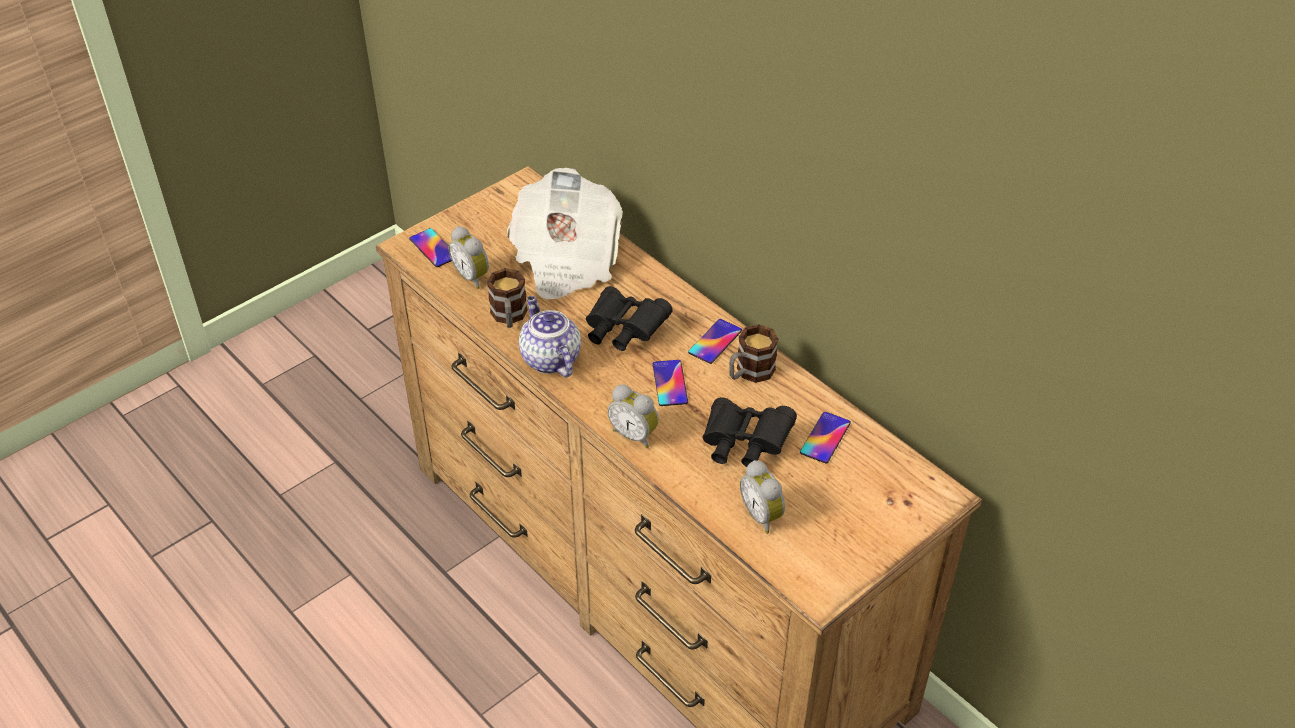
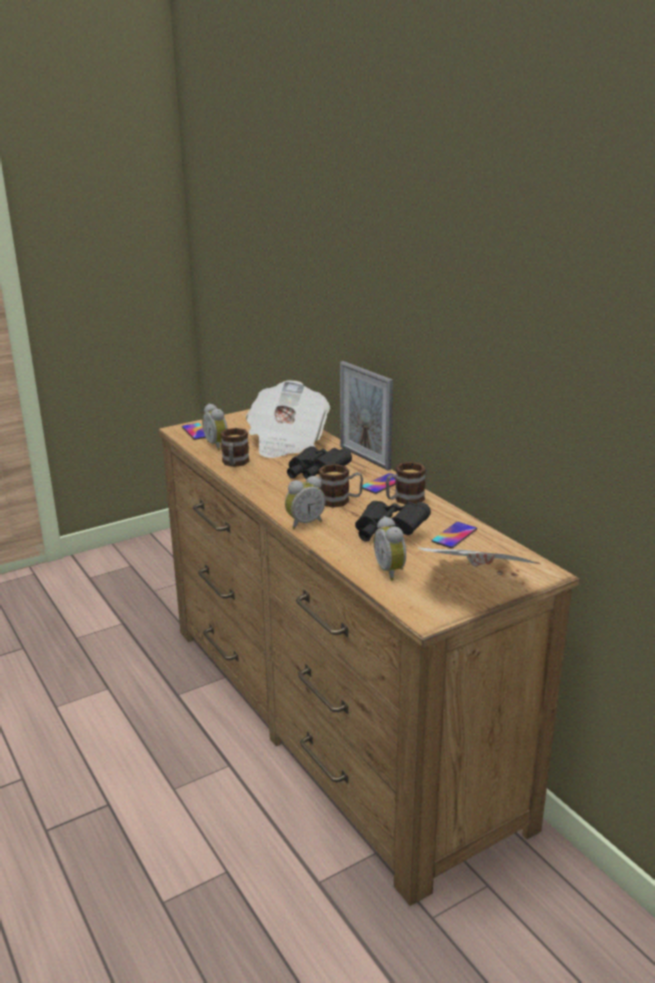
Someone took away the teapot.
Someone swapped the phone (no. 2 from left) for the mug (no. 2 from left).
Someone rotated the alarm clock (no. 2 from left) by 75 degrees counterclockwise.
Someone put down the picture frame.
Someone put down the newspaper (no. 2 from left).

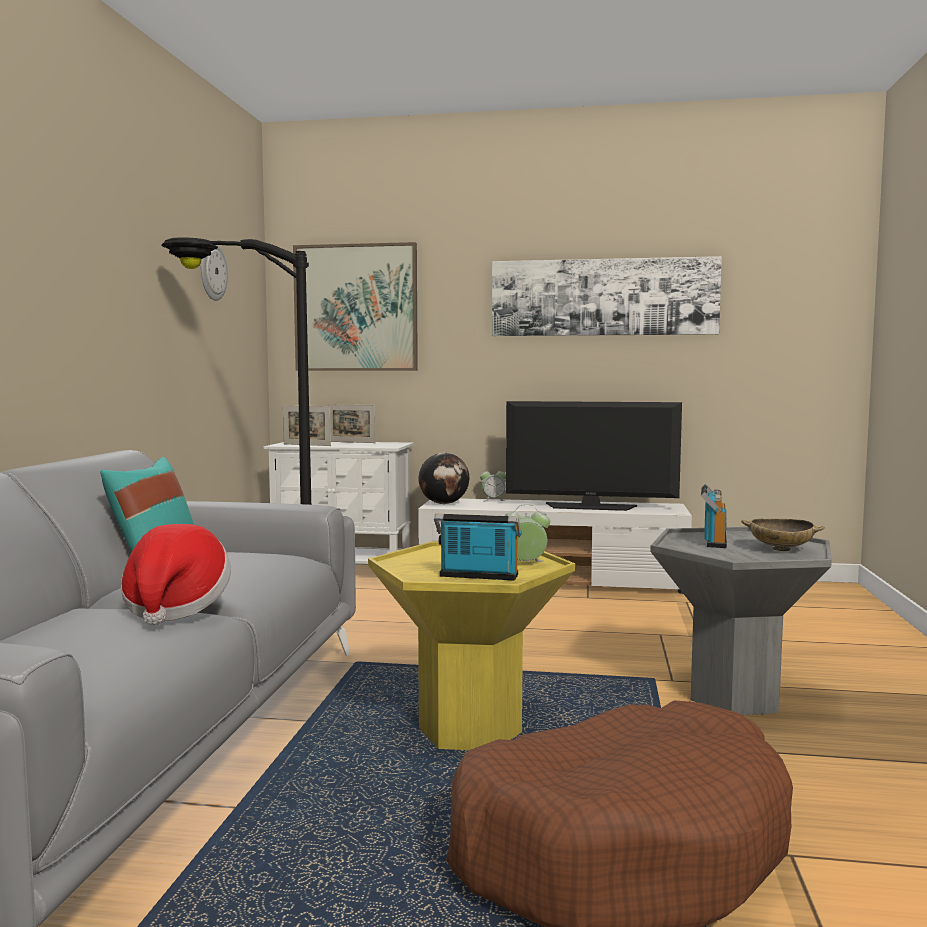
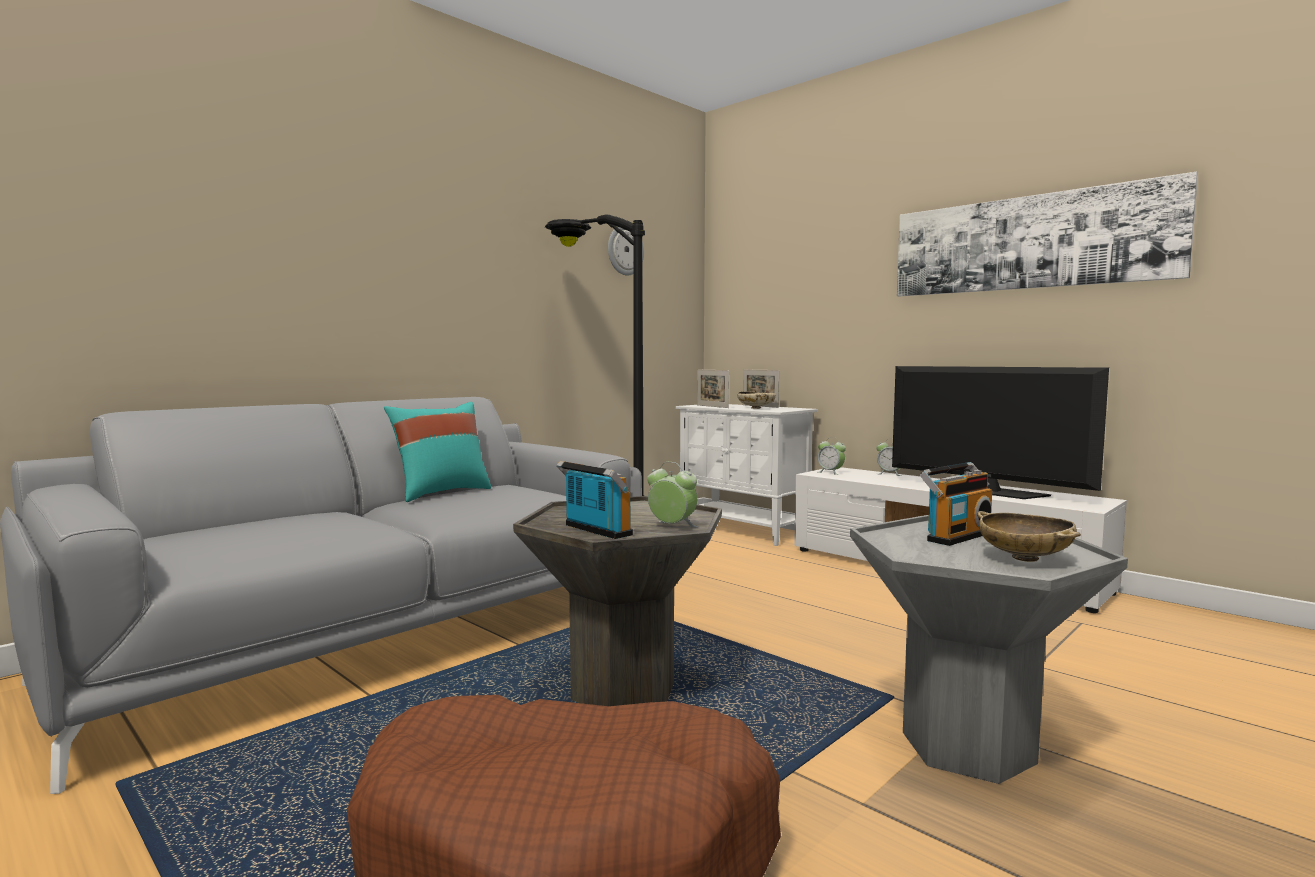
Someone took away the picture (no. 1 from left).
Someone swapped the globe for the alarm clock (no. 2 from left).
Someone took away the hat.
Someone repainted the yellow side table, which became the grey side table (no. 1 from left).
Someone put down the beige bowl (no. 1 from left).

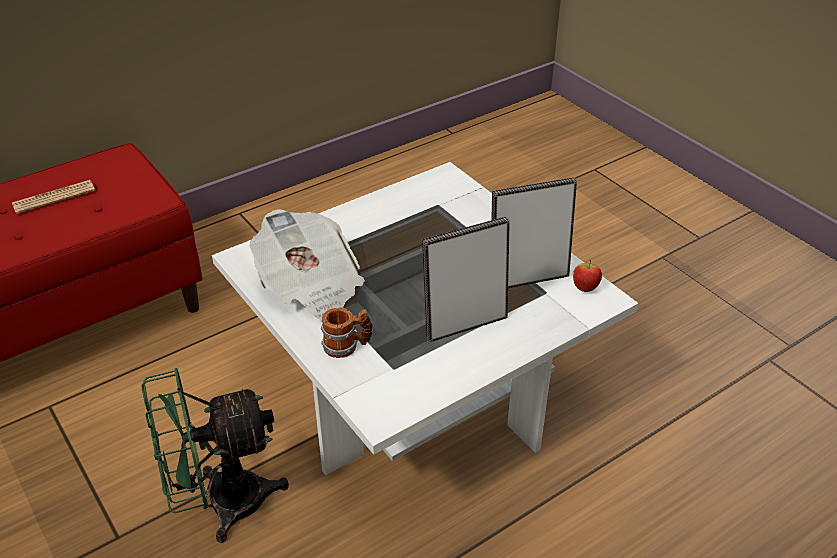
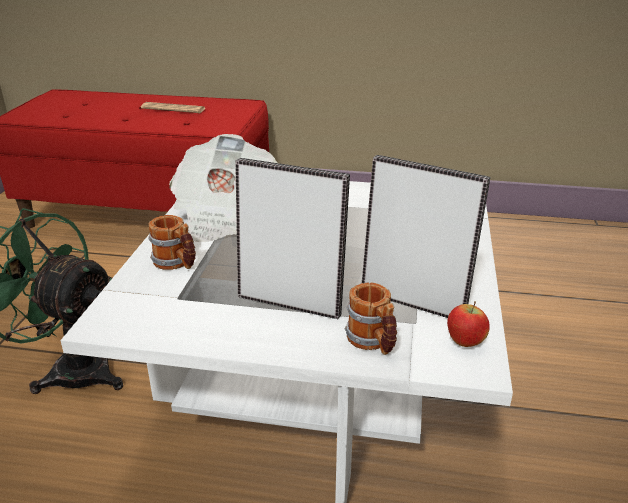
Someone put down the mug (no. 2 from left).

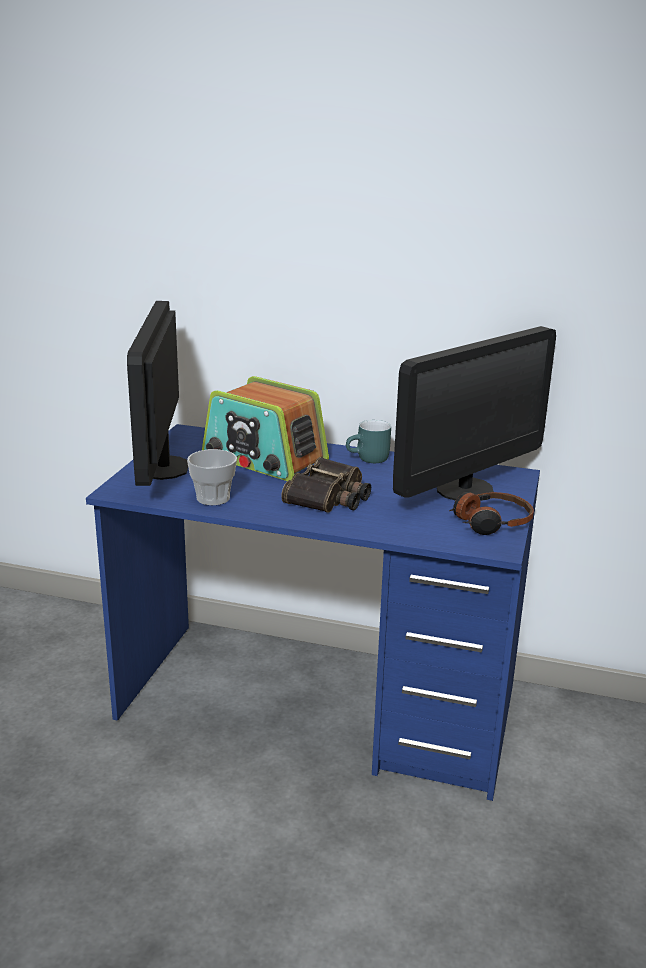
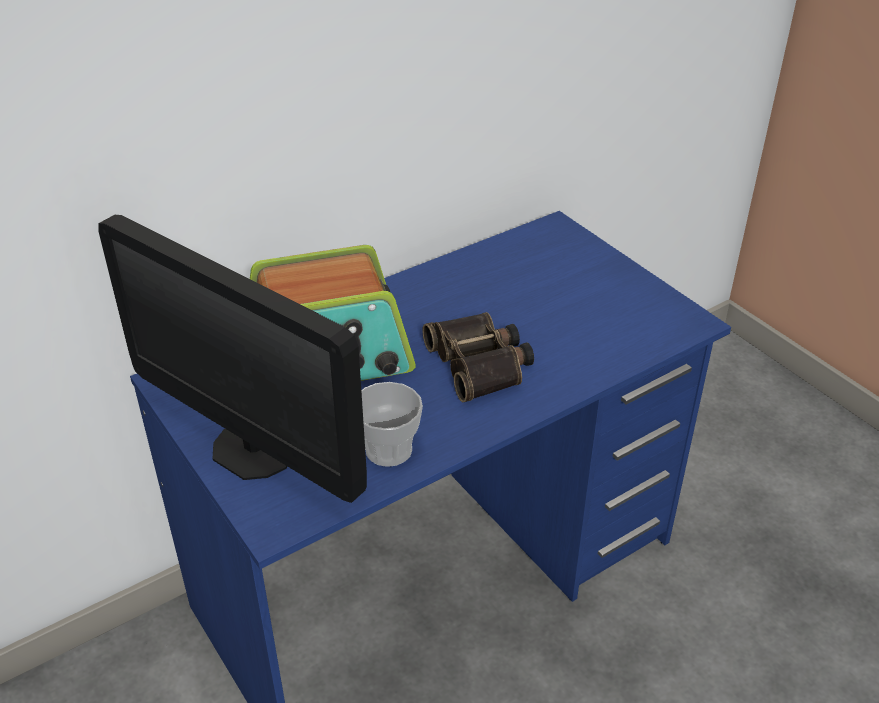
Someone took away the monitor (no. 2 from left).
Someone took away the turquoise mug.
Someone took away the headphones.

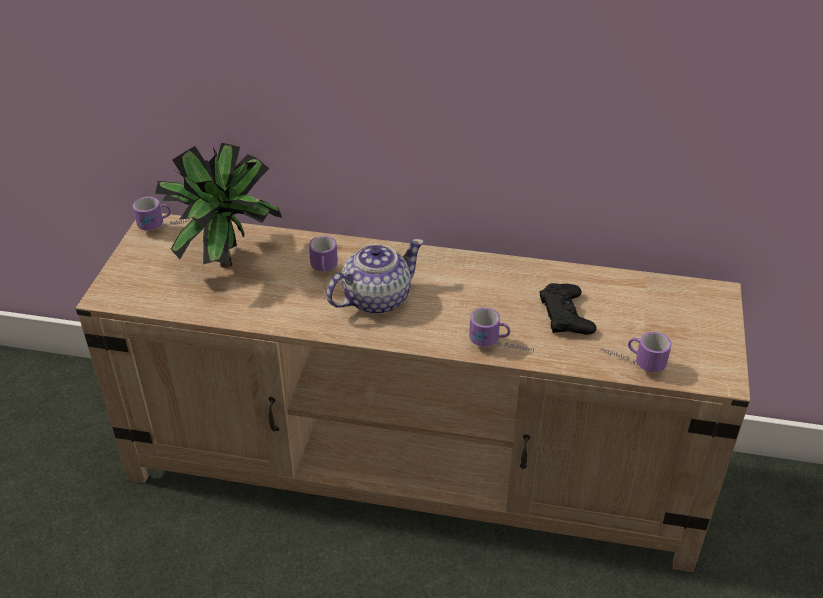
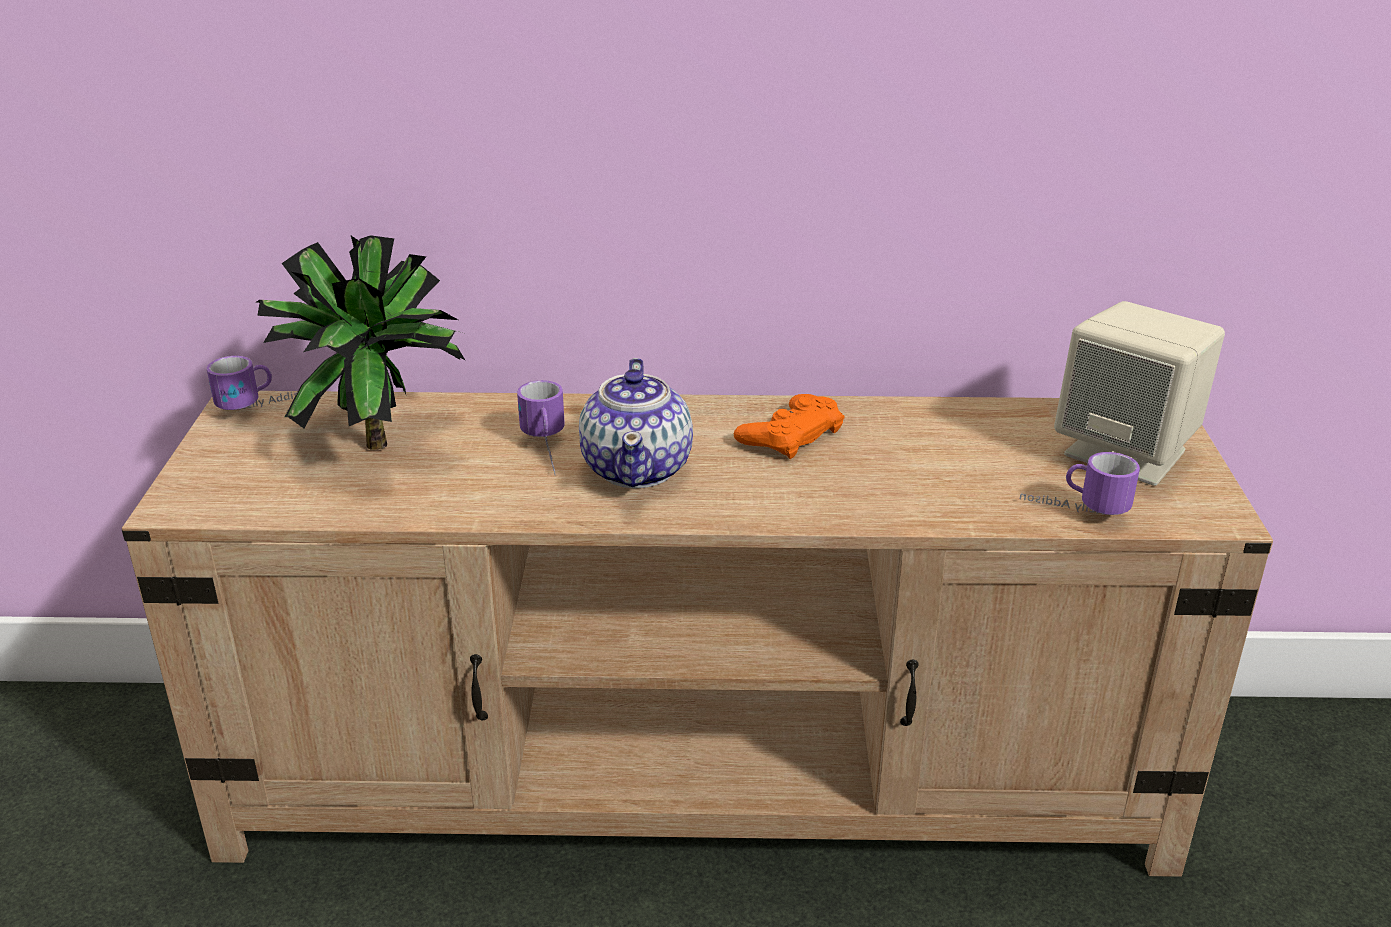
Someone rotated the teapot by 135 degrees clockwise.
Someone took away the black game controller.
Someone took away the mug (no. 3 from left).
Someone put down the beige speaker.
Someone put down the orange game controller.

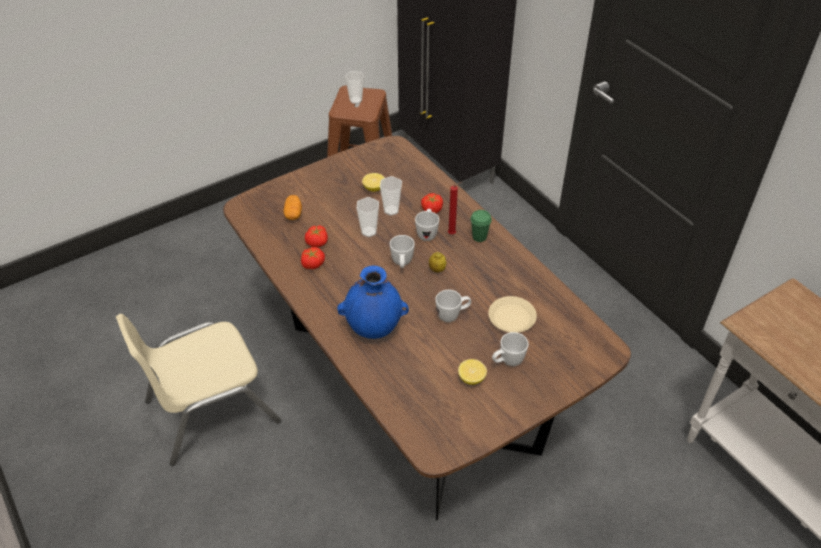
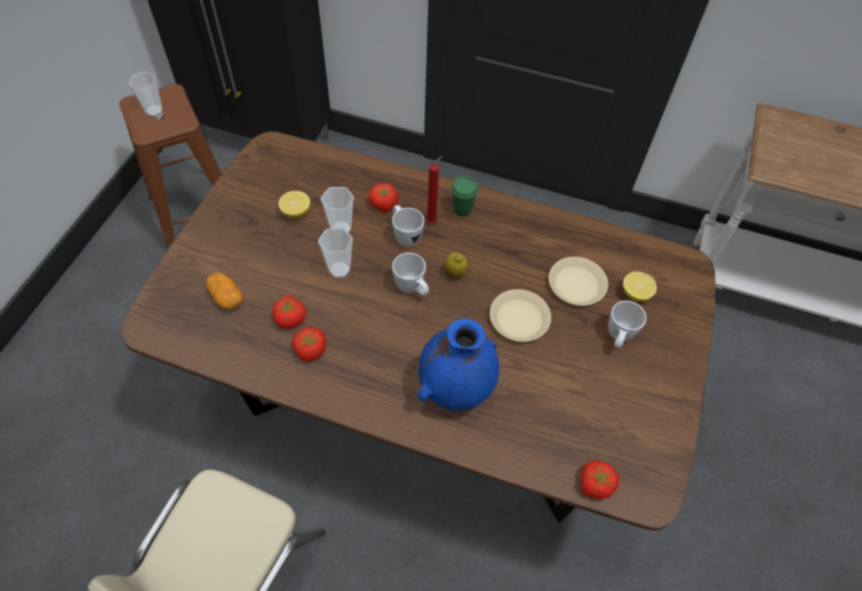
Someone swapped the white mug (no. 3 from left) for the beige plate (no. 1 from left).
Someone carried the lemon (no. 3 from left).
Someone put down the tomato (no. 4 from left).

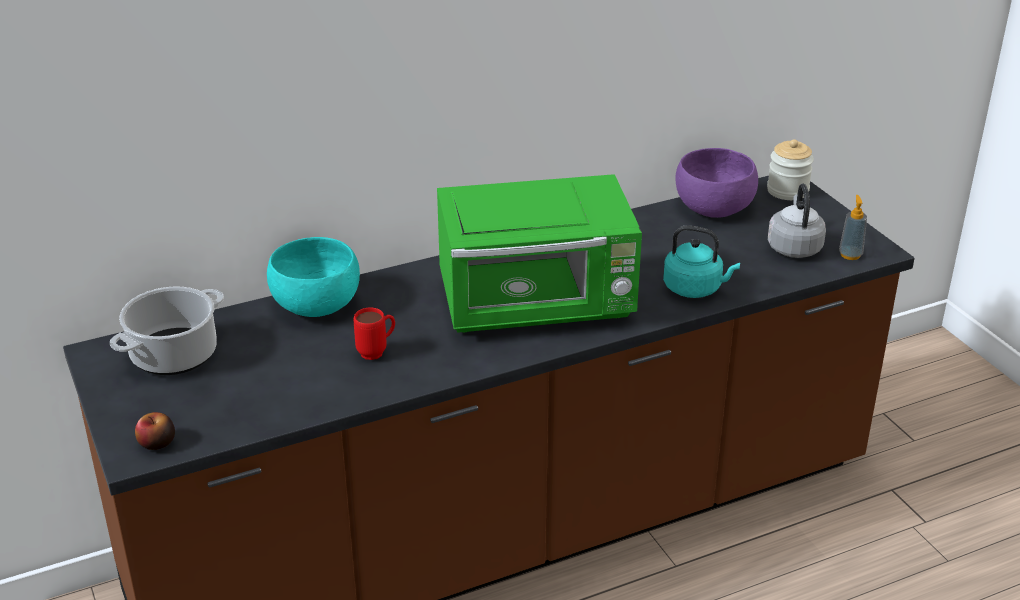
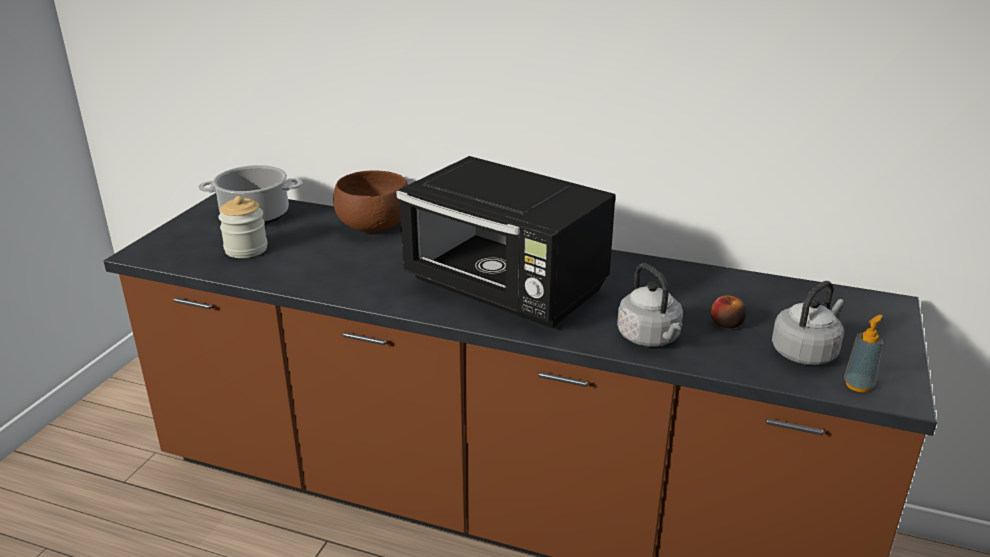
Someone carried the jar.
Someone took away the purple bowl.
Someone repainted the green microwave, which became the black microwave.
Someone repainted the turquoise kettle, which became the grey kettle (no. 1 from left).
Someone repainted the turquoise bowl, which became the brown bowl.
Someone took away the red mug.
Someone carried the apple.

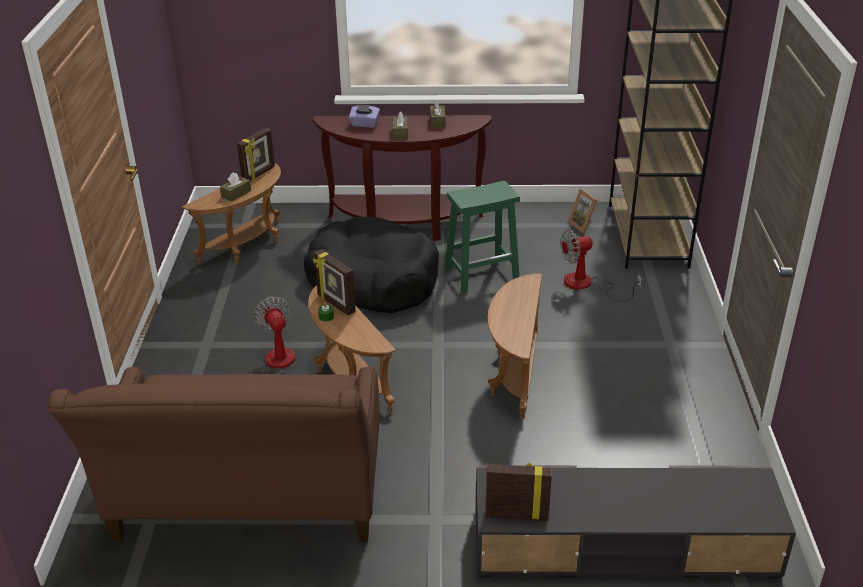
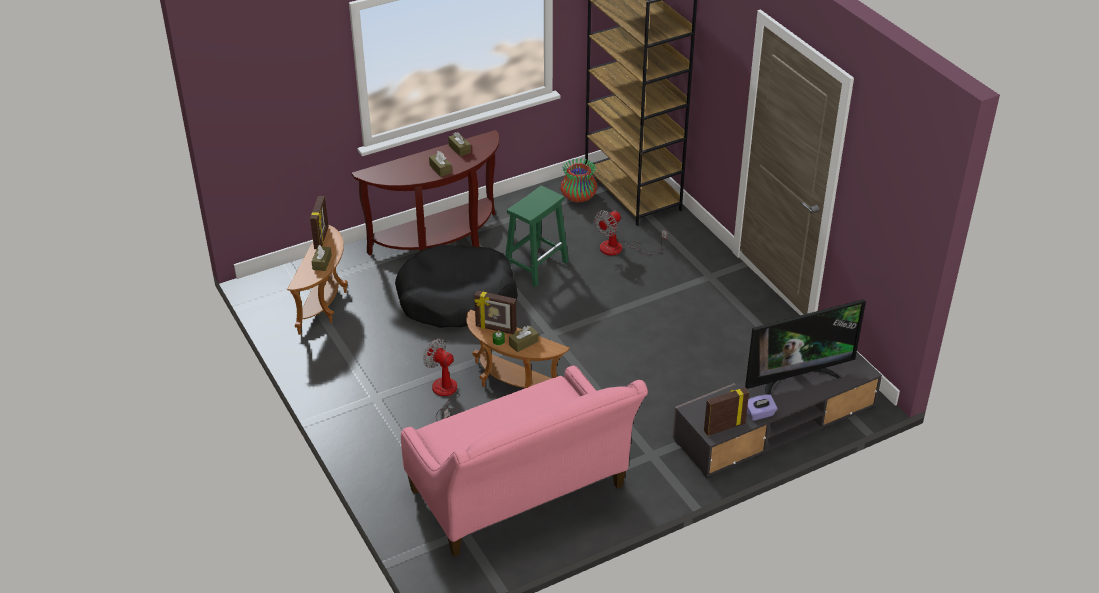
Someone carried the purple tissue box.
Someone swapped the picture frame (no. 4 from left) for the vase.
Someone took away the brown side table (no. 3 from left).
Someone repainted the brown sofa, which became the pink sofa.
Someone put down the television.
Someone put down the brown tissue box (no. 4 from left).

